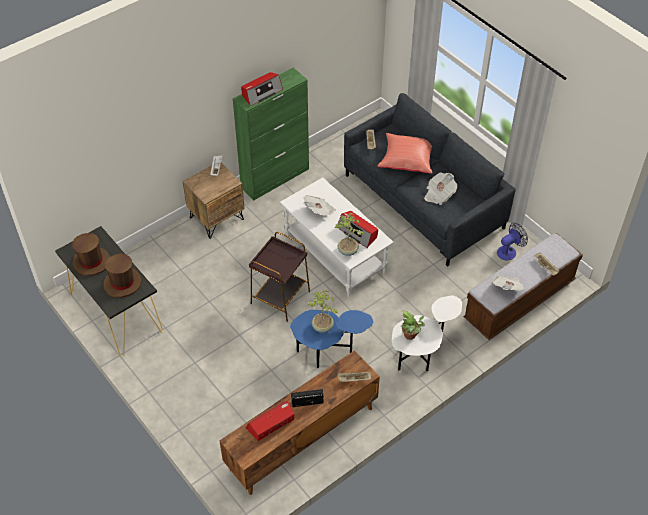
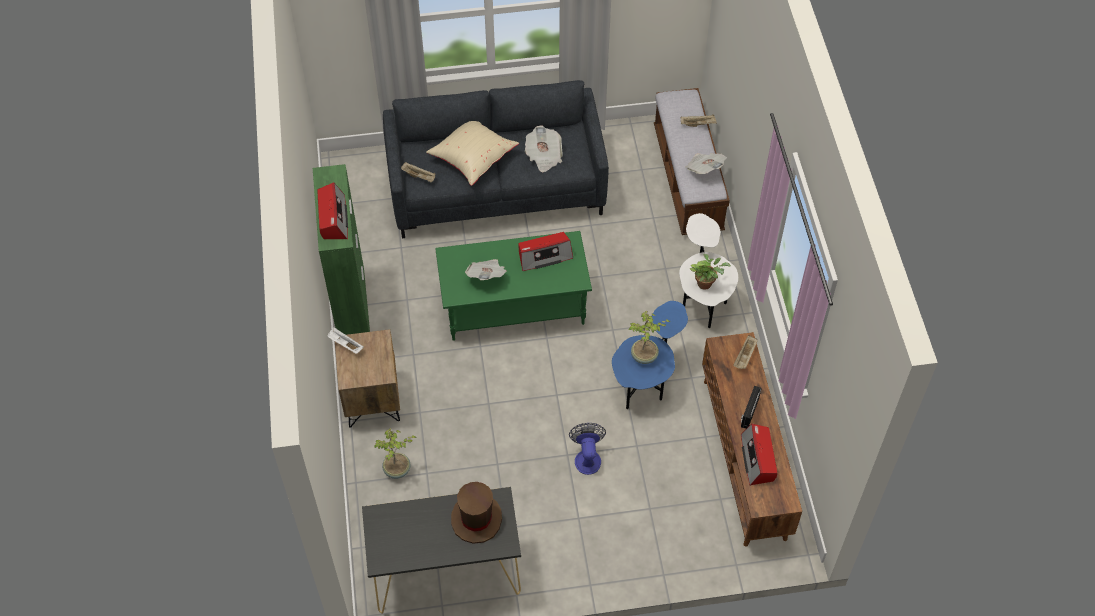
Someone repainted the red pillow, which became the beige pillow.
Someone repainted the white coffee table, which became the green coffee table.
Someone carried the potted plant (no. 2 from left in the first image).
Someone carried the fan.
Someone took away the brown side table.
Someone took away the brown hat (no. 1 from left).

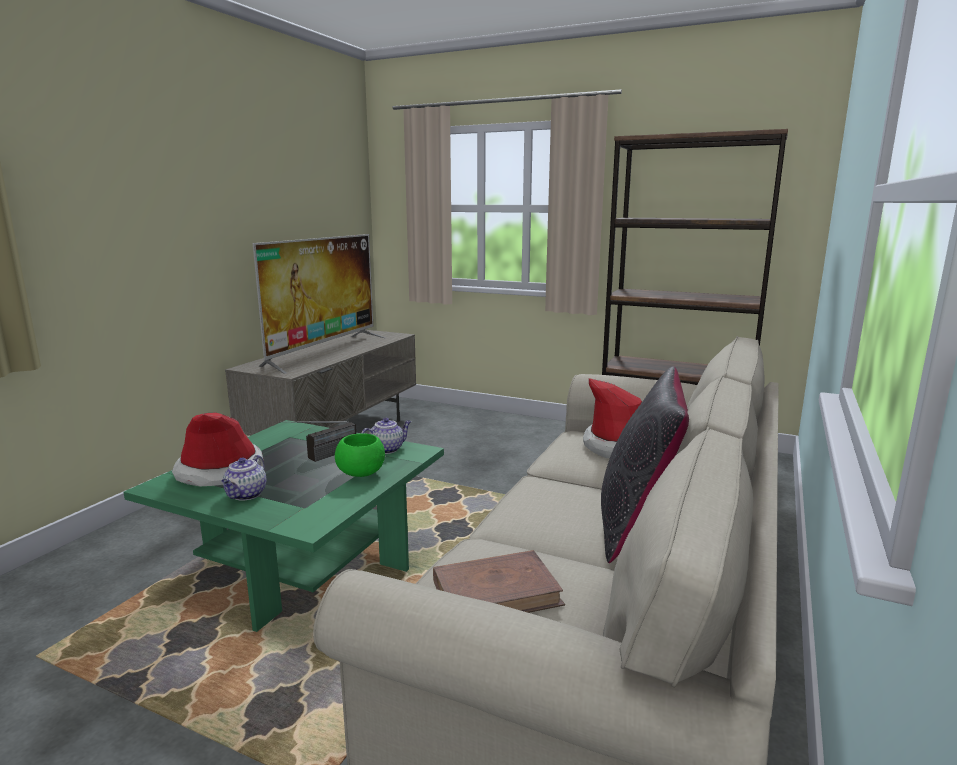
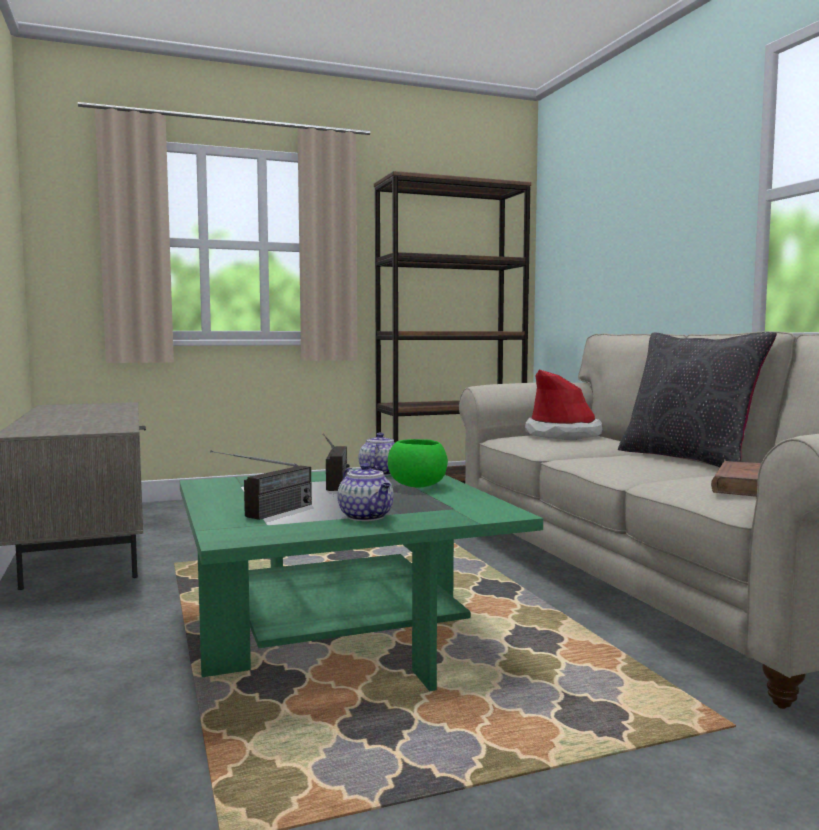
Someone took away the television.
Someone swapped the hat (no. 1 from left) for the radio (no. 1 from left).

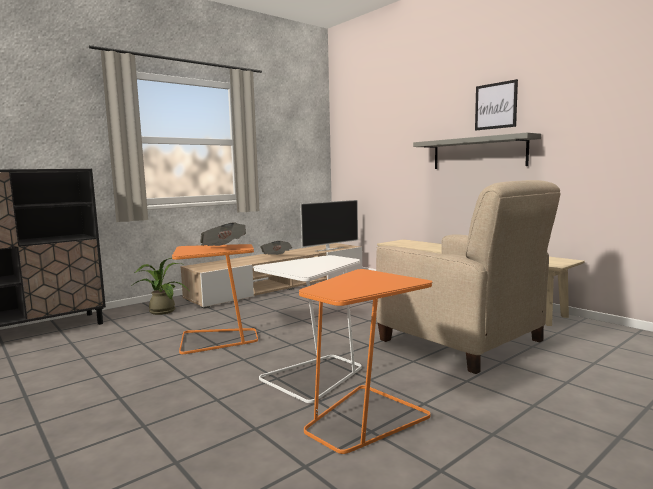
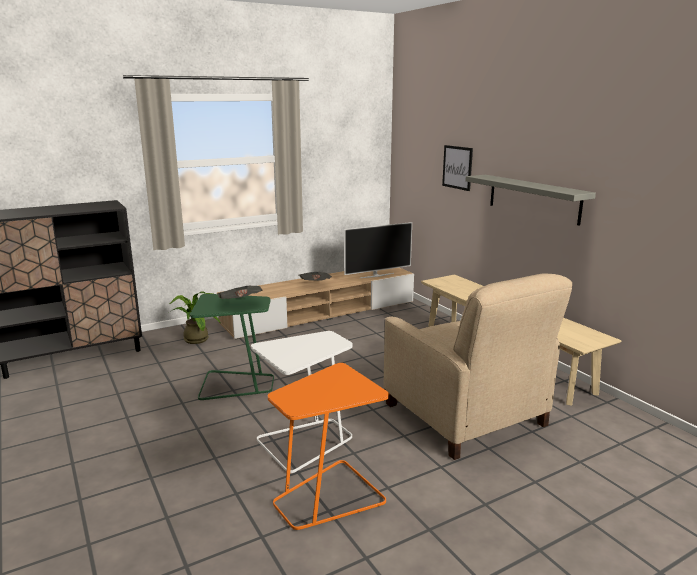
Someone carried the picture.
Someone repainted the orange side table (no. 1 from left), which became the green side table.

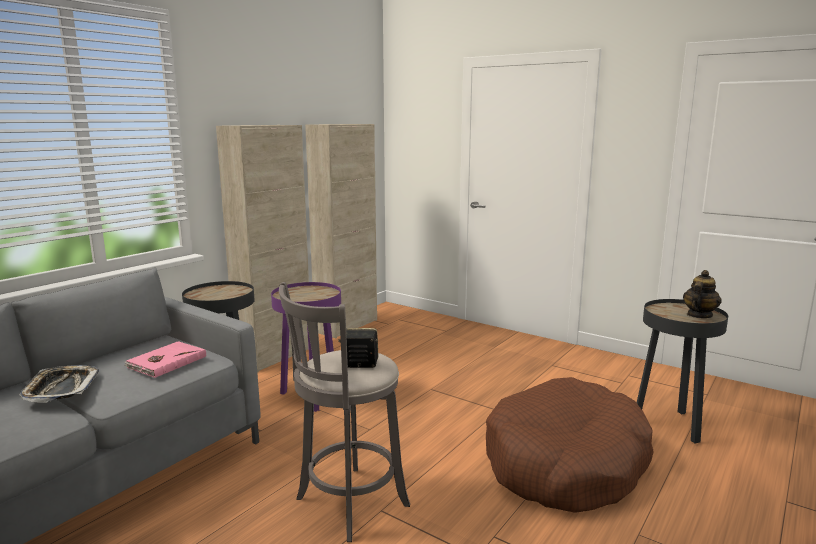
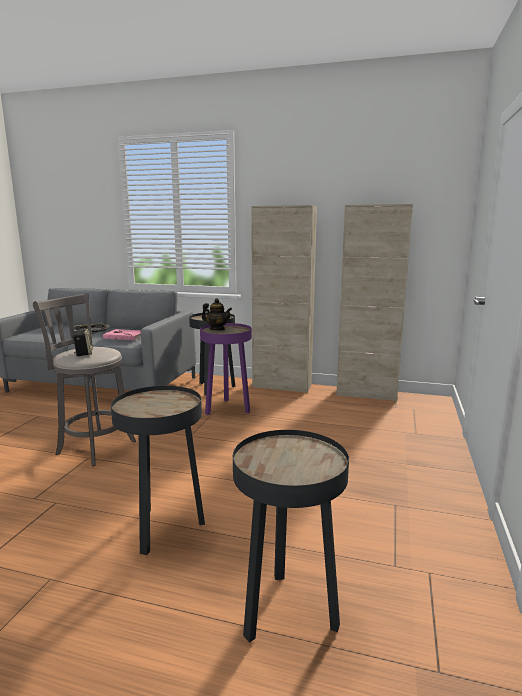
Someone carried the teapot.
Someone swapped the brown dog bed for the black side table (no. 1 from left).

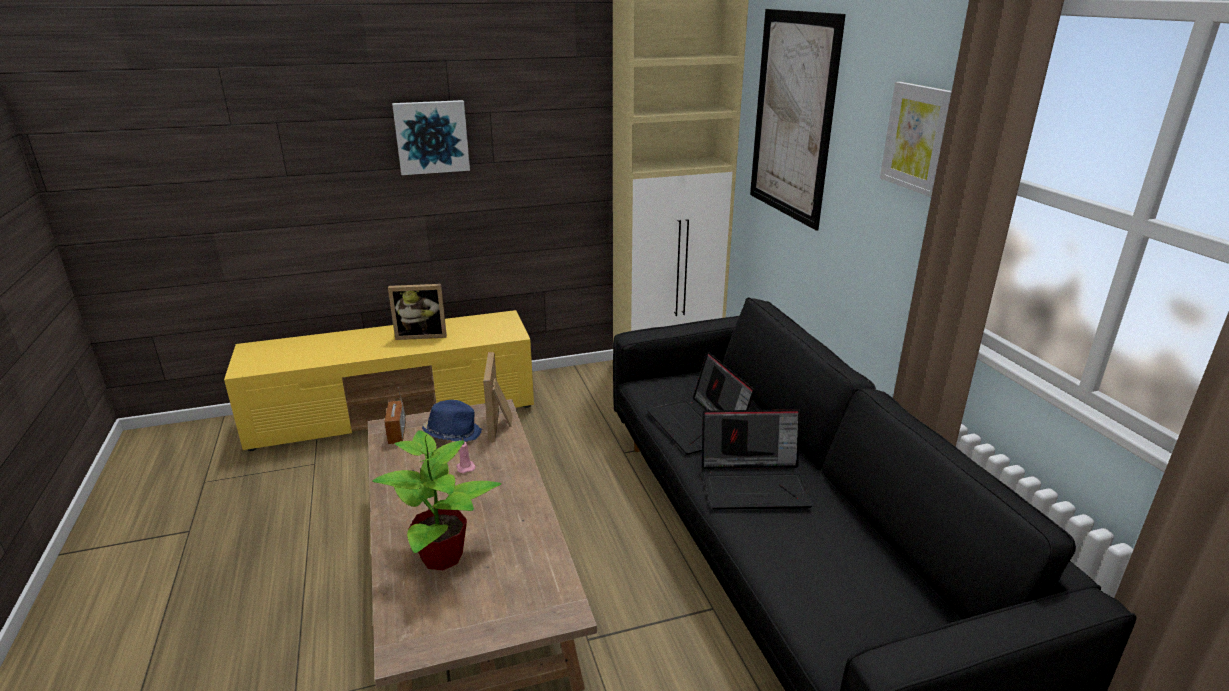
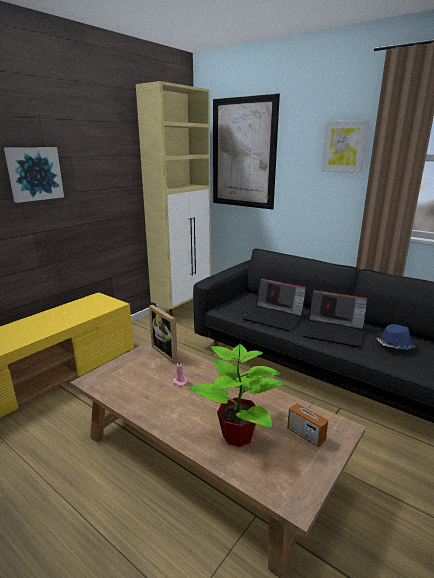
Someone took away the picture frame (no. 1 from left).
Someone carried the radio.
Someone carried the blue hat.
Someone rotated the laptop (no. 2 from left) by 60 degrees clockwise.

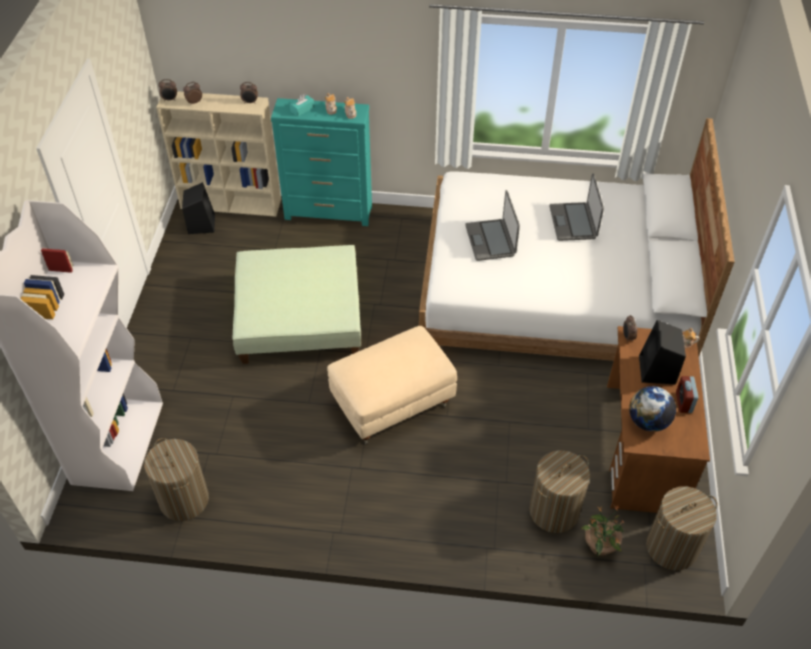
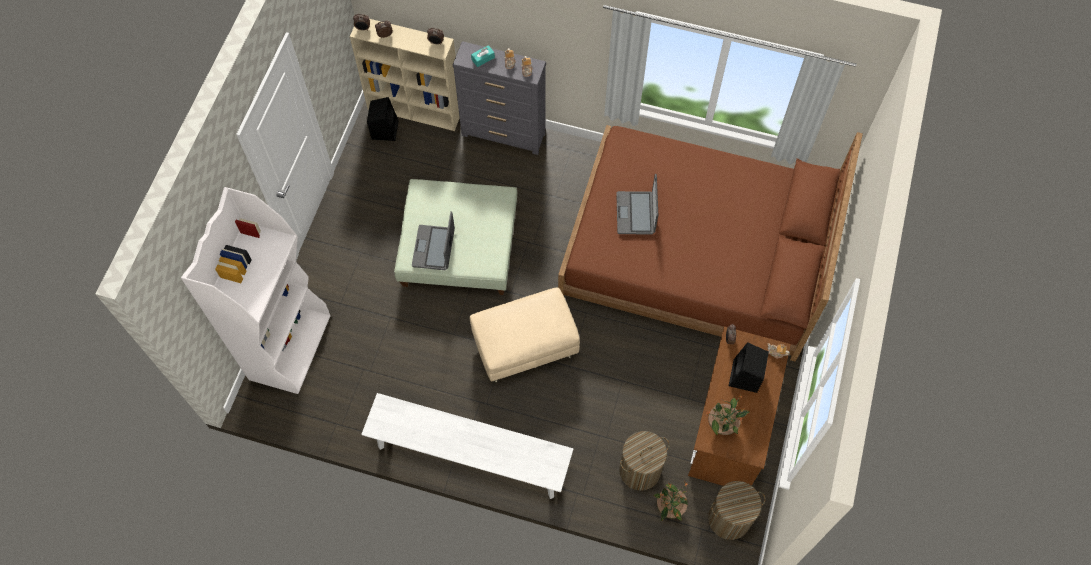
Someone repainted the turquoise dresser, which became the grey dresser.
Someone repainted the white bed, which became the brown bed.
Someone carried the laptop (no. 2 from left in the first image).
Someone took away the alarm clock (no. 5 from left).
Someone swapped the globe for the potted plant (no. 2 from left).
Someone took away the laundry basket (no. 1 from left).
Someone put down the white bench.

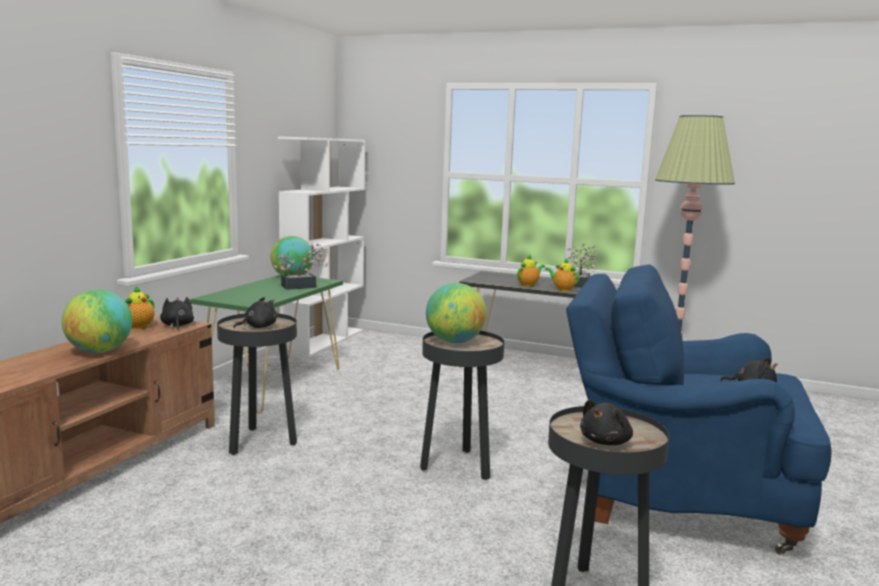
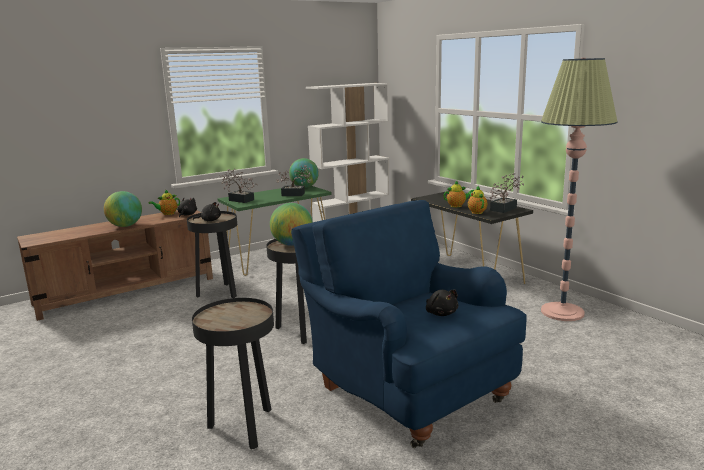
Someone took away the black plush toy (no. 3 from left).
Someone put down the potted plant (no. 1 from left).

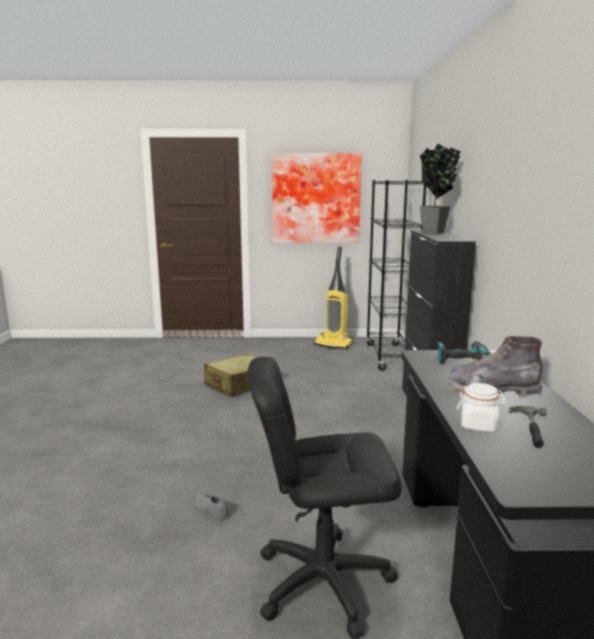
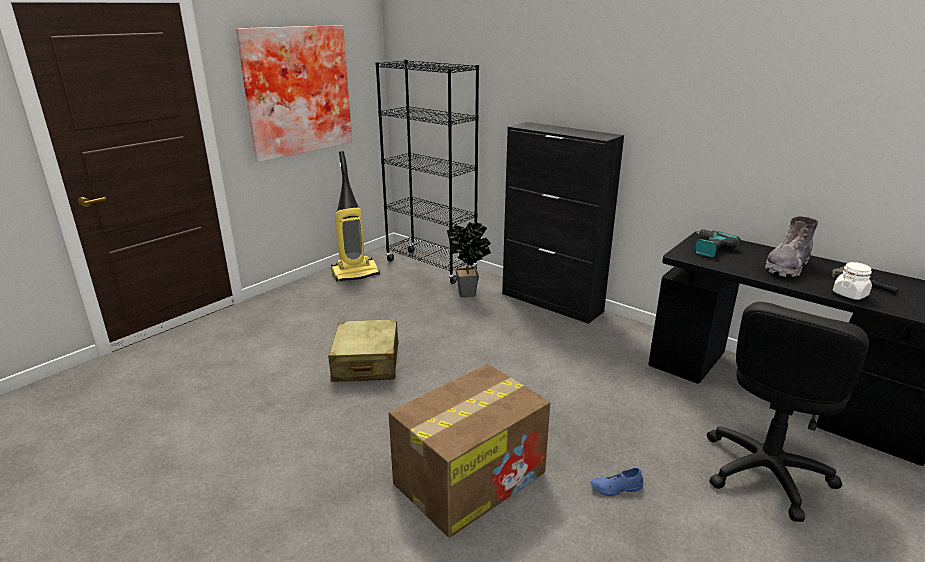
Someone carried the potted plant.
Someone repainted the grey shoe, which became the blue shoe.
Someone put down the cardboard box.

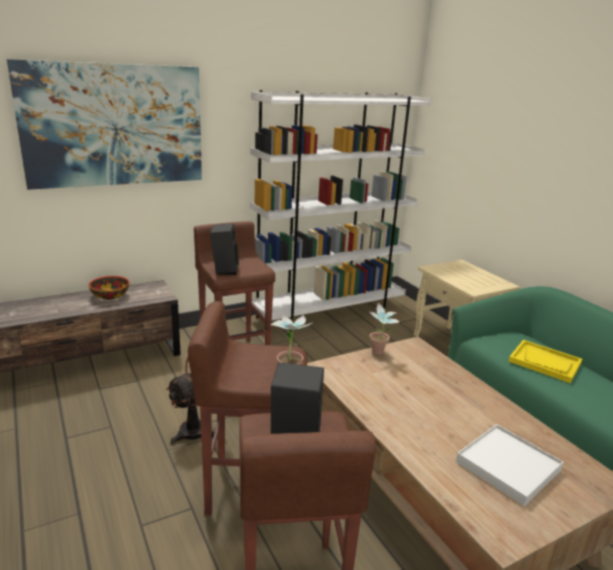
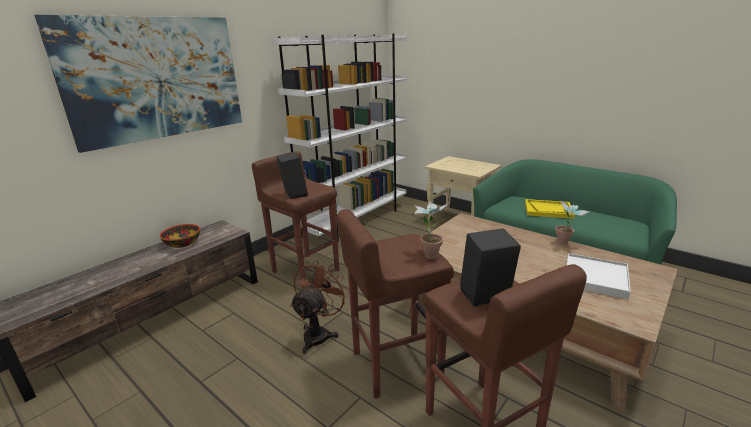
Someone carried the potted plant (no. 2 from left).

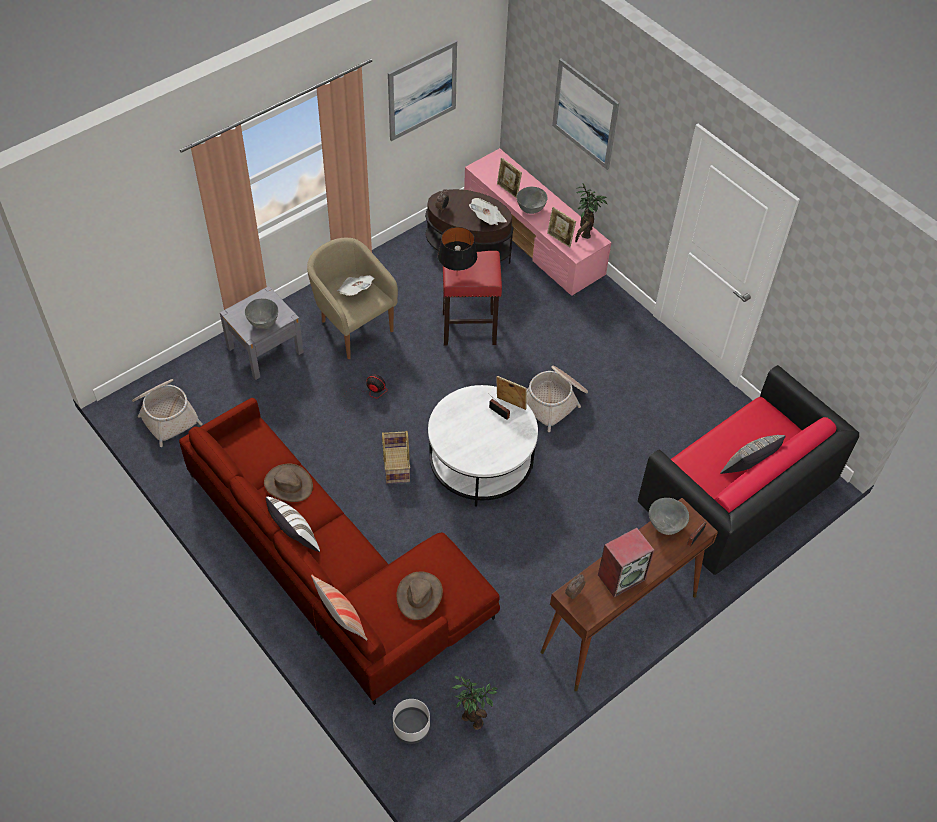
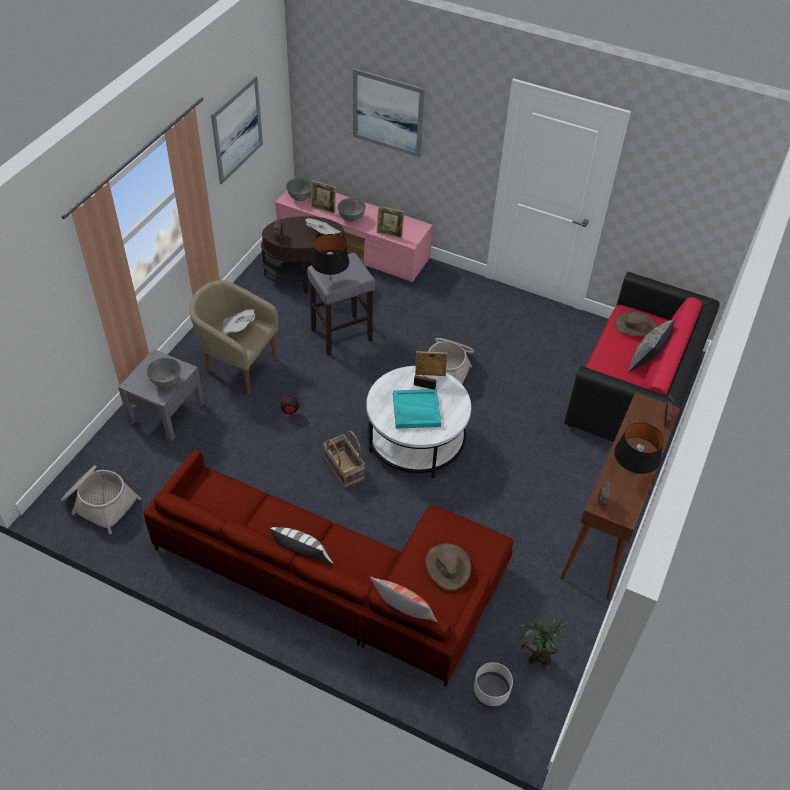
Someone took away the potted plant (no. 2 from left).
Someone repainted the red stool, which became the grey stool.
Someone carried the brown hat (no. 1 from left in the first image).
Someone carried the grey bowl (no. 3 from left in the first image).
Someone swapped the speaker for the black table lamp (no. 2 from left).
Someone put down the turquoise tray.

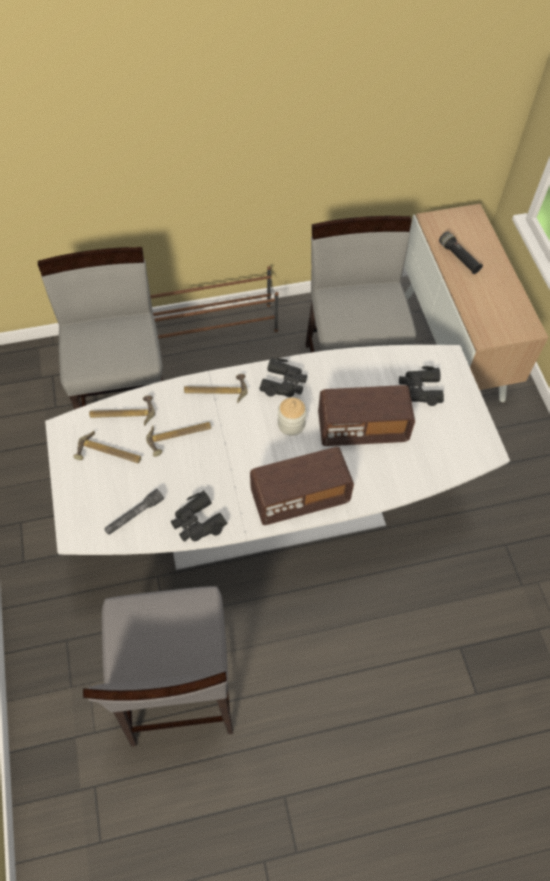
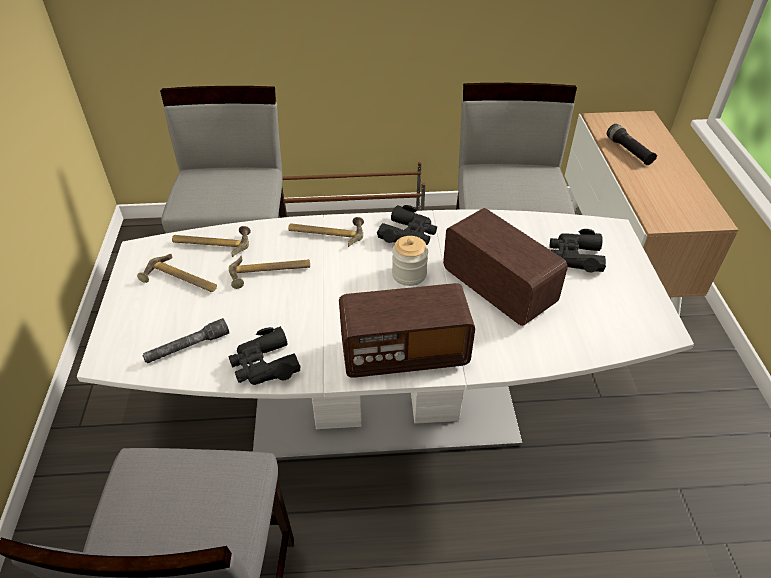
Someone rotated the radio (no. 2 from left) by 135 degrees counterclockwise.

